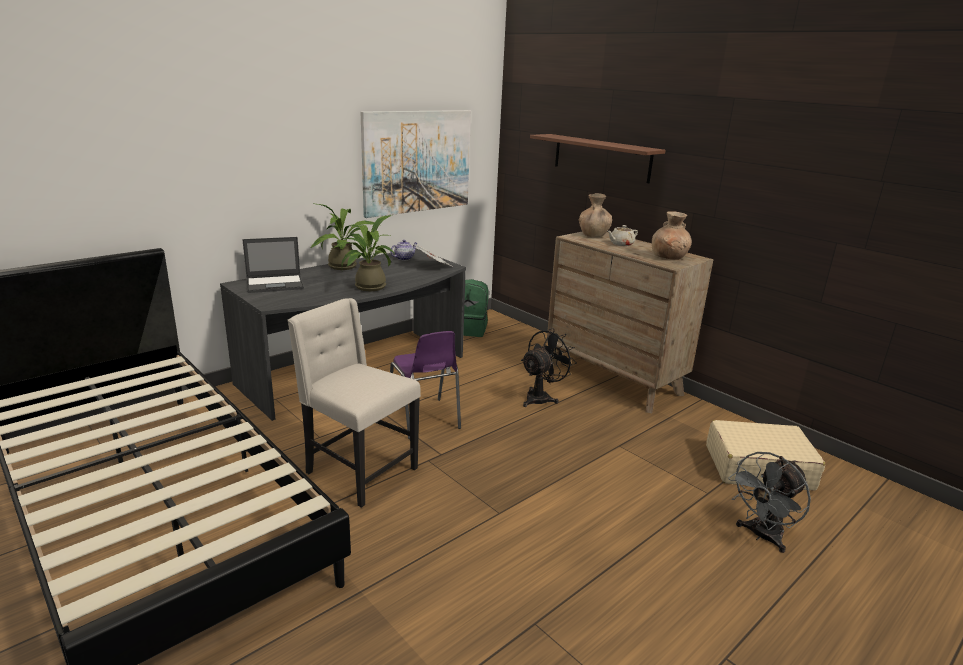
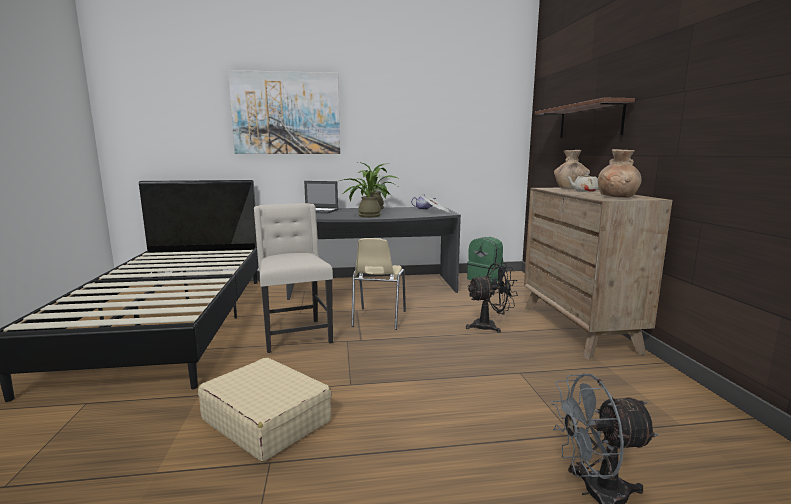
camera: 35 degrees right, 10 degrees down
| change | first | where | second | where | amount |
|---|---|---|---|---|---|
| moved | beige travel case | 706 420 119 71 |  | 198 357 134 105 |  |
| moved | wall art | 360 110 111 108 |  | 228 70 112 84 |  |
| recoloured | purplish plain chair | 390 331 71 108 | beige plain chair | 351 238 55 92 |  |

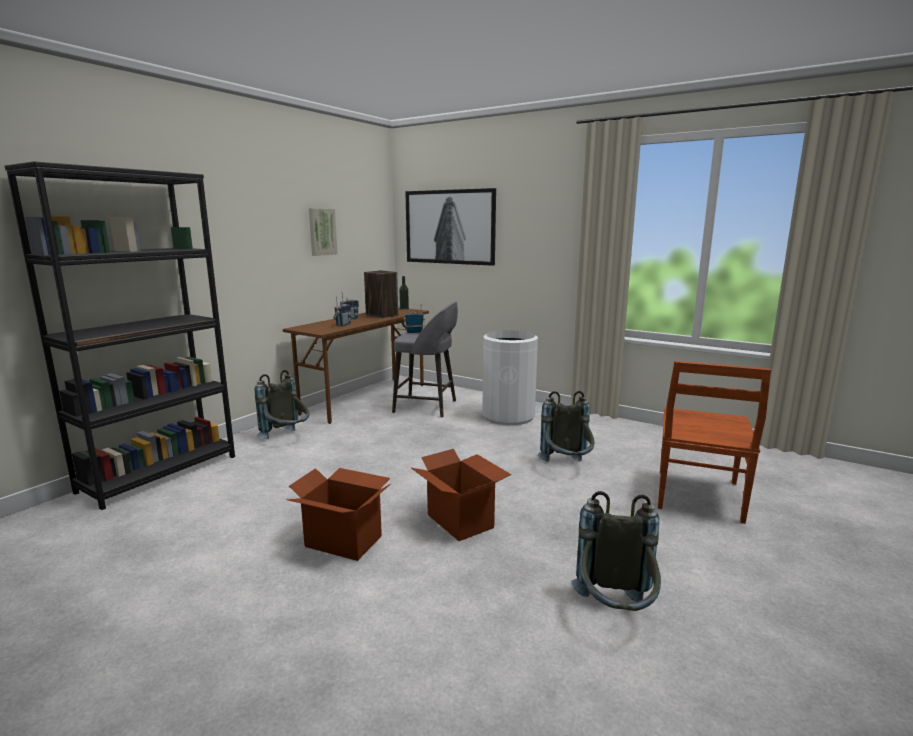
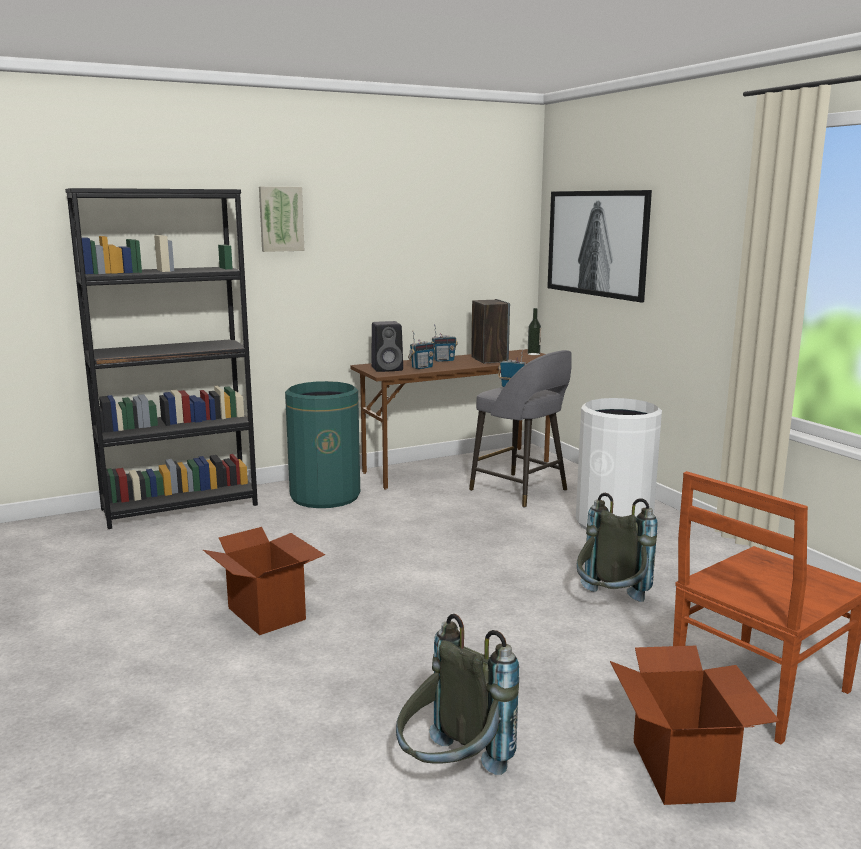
camera: 30 degrees right, 0 degrees up
| change | first | where | second | where | amount |
|---|---|---|---|---|---|
| moved | wall art | 309 208 28 48 |  | 259 187 45 65 |  |
| replaced | gray backpack | 254 370 56 69 | green waste bin | 285 381 75 127 |  |
| added |  |  | black speaker | 371 321 32 51 |  |
| moved | packing box | 411 449 101 92 |  | 610 646 170 159 |  |

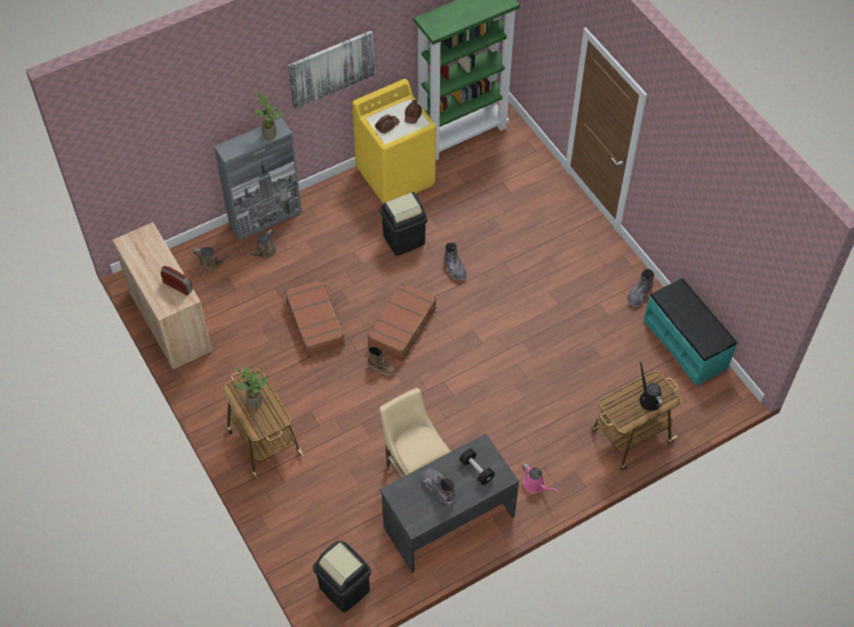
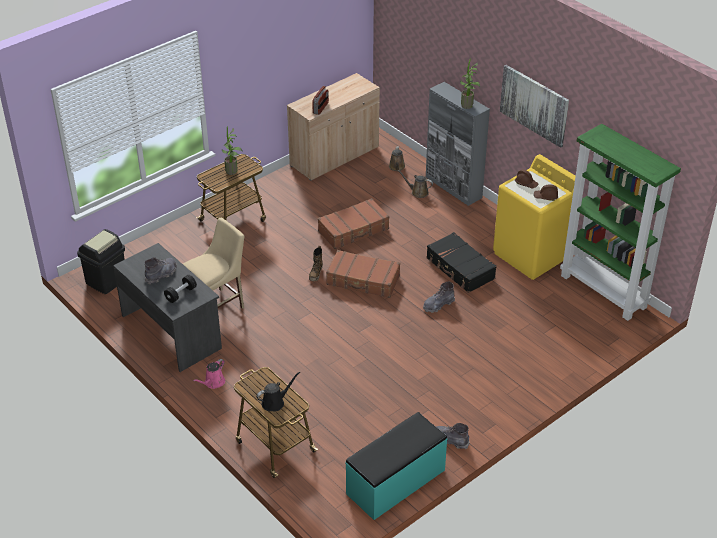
camera: 80 degrees right, 15 degrees down
| change | first | where | second | where | amount |
|---|---|---|---|---|---|
| replaced | black waste bin | 380 192 48 64 | black travel case | 427 232 70 61 |  |

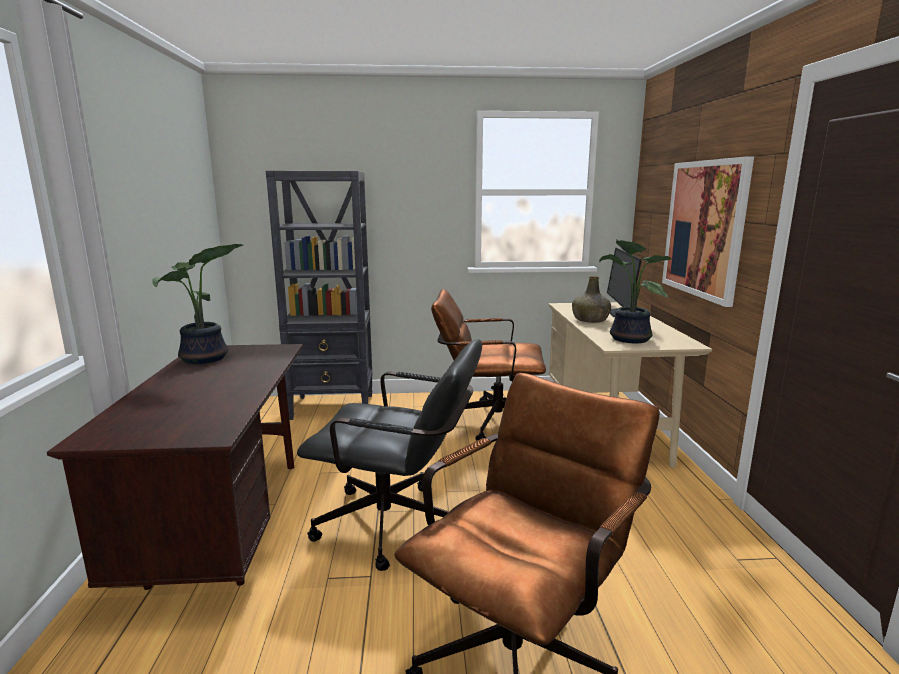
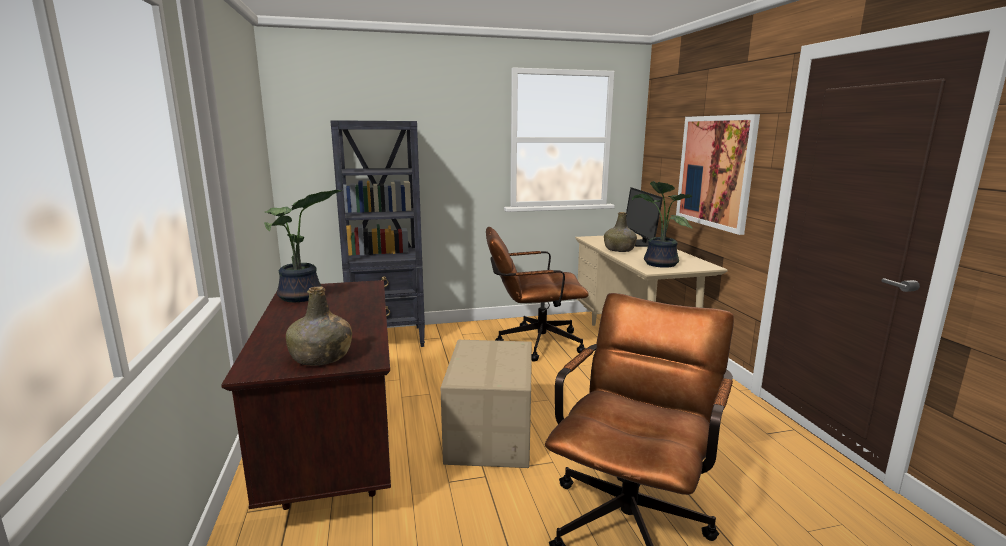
camera: 10 degrees left, 0 degrees up
| change | first | where | second | where | amount |
|---|---|---|---|---|---|
| added |  |  | green bottle | 286 287 66 79 |  |
| replaced | black computer chair | 297 339 185 232 | packing box | 441 340 91 128 |  |

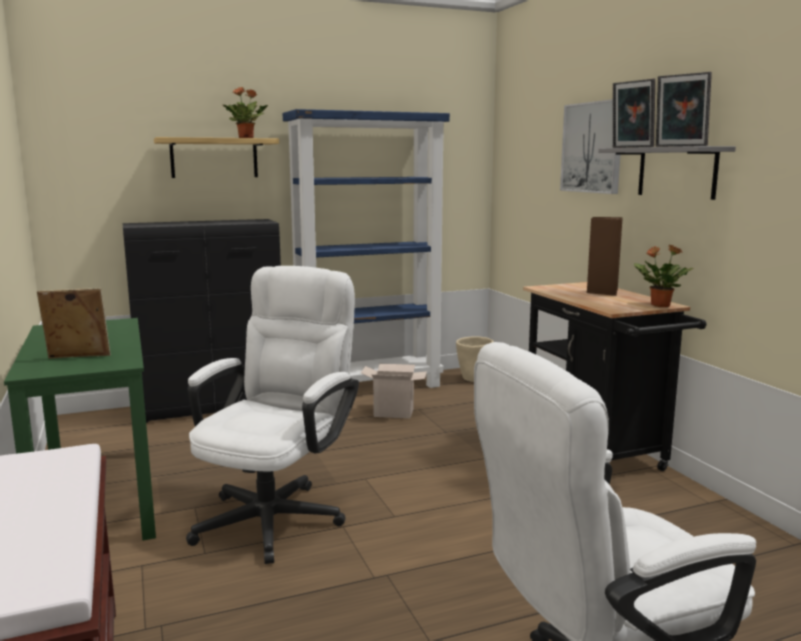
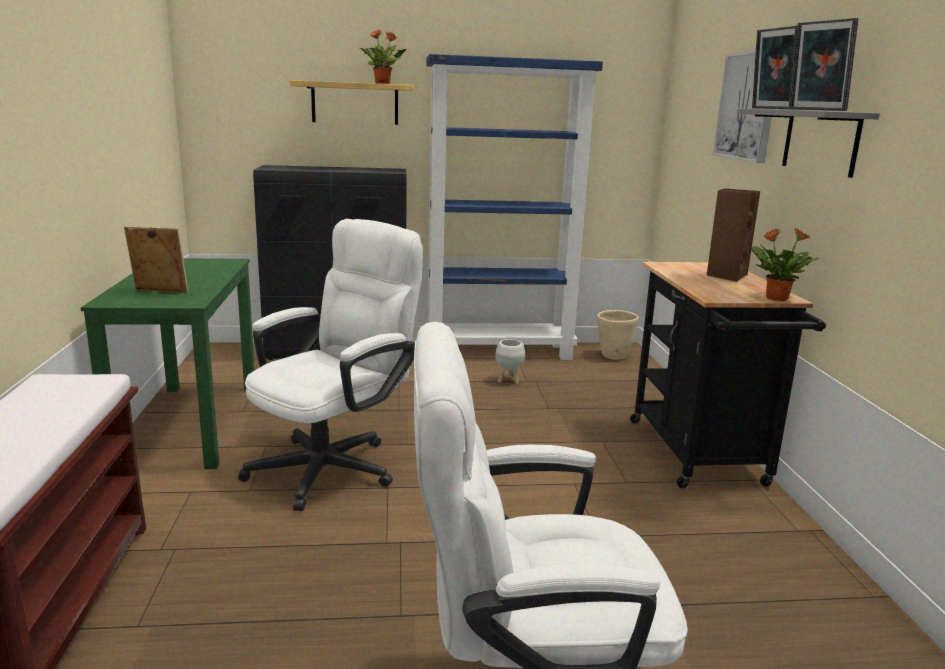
camera: 15 degrees right, 5 degrees up
| change | first | where | second | where | amount |
|---|---|---|---|---|---|
| replaced | packing box | 361 364 66 55 | white plant pot | 495 339 30 45 |  |

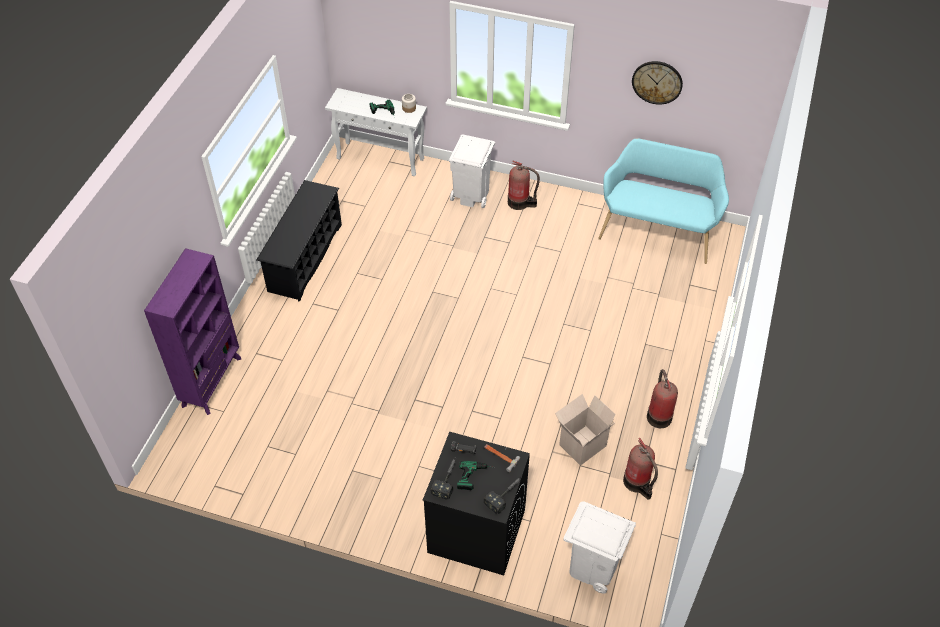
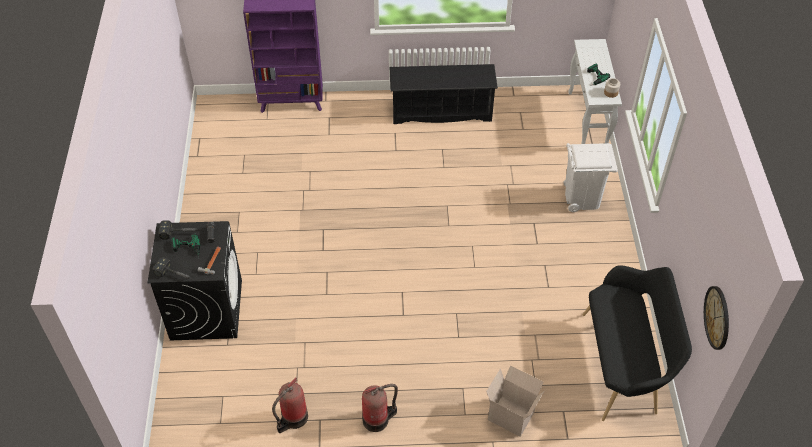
camera: 70 degrees right, 0 degrees up
| change | first | where | second | where | amount |
|---|---|---|---|---|---|
| moved | packing box | 555 394 61 72 |  | 486 365 58 72 |  |
| recoloured | turquoise-coloured long seat | 598 139 131 125 | black long seat | 582 265 110 156 |  |
| moved | hanging clock | 632 61 51 44 |  | 704 286 25 64 |  |
| removed | extinguisher | 508 161 32 49 |  |  |  |
| removed | white waste bin | 563 501 73 93 |  |  |  |

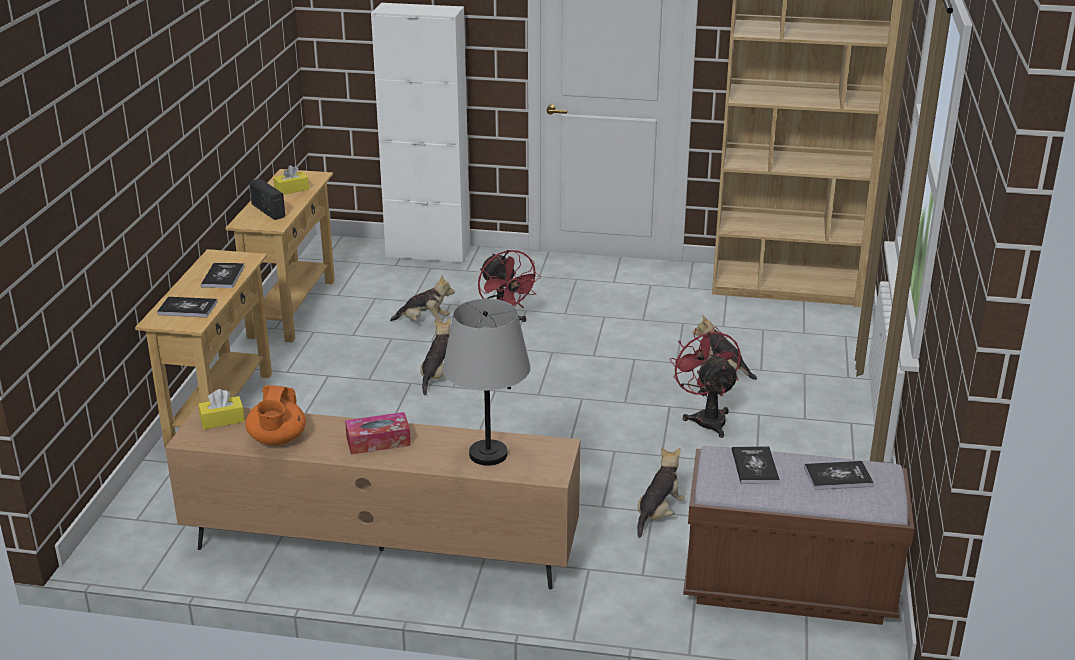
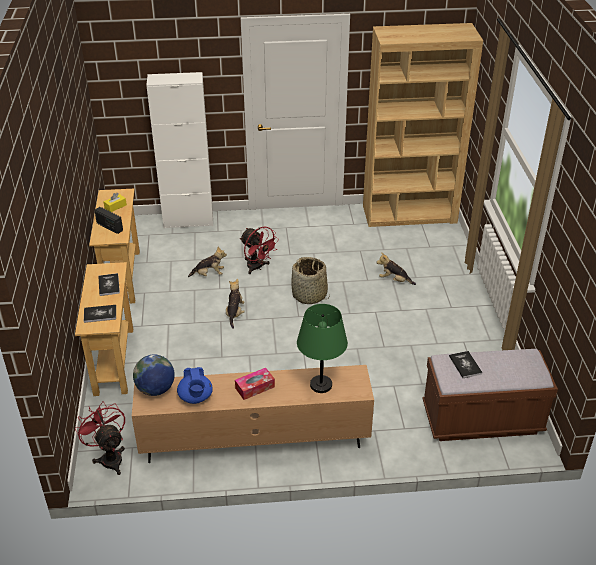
camera: 15 degrees left, 10 degrees up
| change | first | where | second | where | amount |
|---|---|---|---|---|---|
| moved | red cooling fan | 670 326 71 112 |  | 75 401 50 74 |  |
| replaced | yellow-coloured tissue box | 198 389 47 40 | globe | 133 355 42 41 |  |
| recoloured | orangey pot for tea | 245 385 61 60 | blue-coloured pot for tea | 177 367 36 37 |  |
| added |  |  | basket | 291 257 39 47 |  |
| recoloured | gray table lamp | 443 299 88 167 | green table lamp | 297 304 51 89 |  |
| removed | plush toy | 637 447 48 91 |  |  |  |
| removed | volume | 804 461 70 29 |  |  |  |

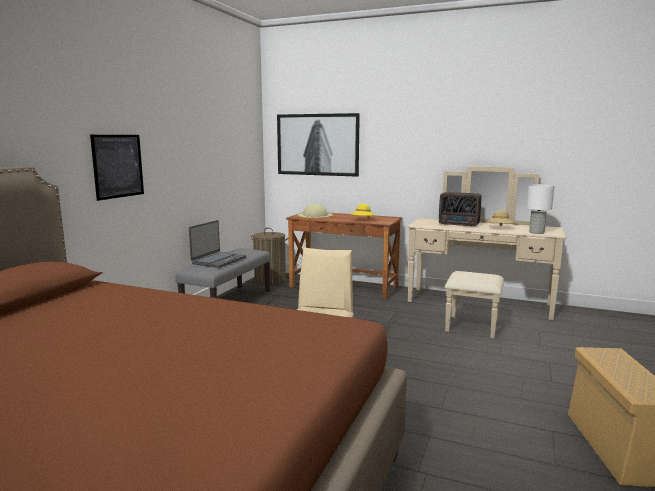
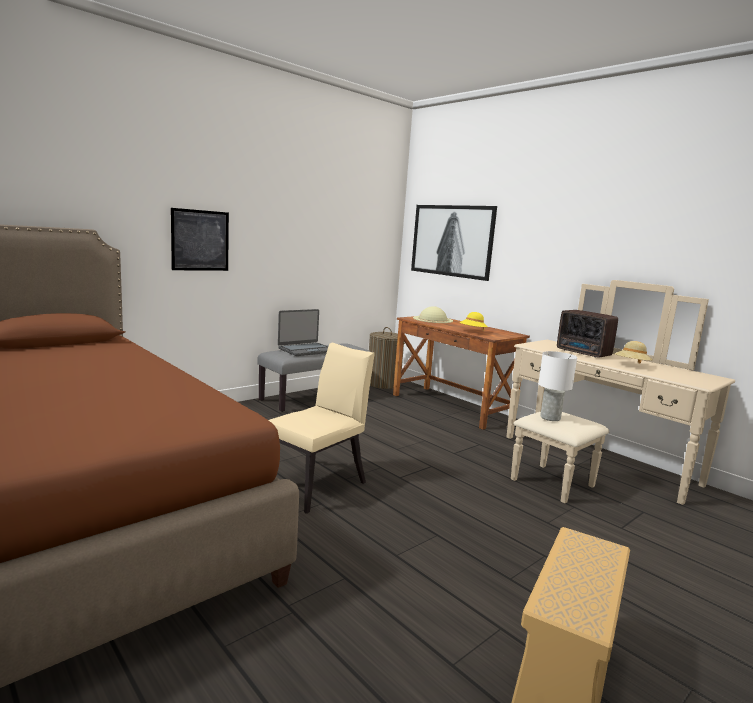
camera: 25 degrees right, 0 degrees up
| change | first | where | second | where | amount |
|---|---|---|---|---|---|
| moved | white table lamp | 527 184 27 50 |  | 538 351 39 70 |  |

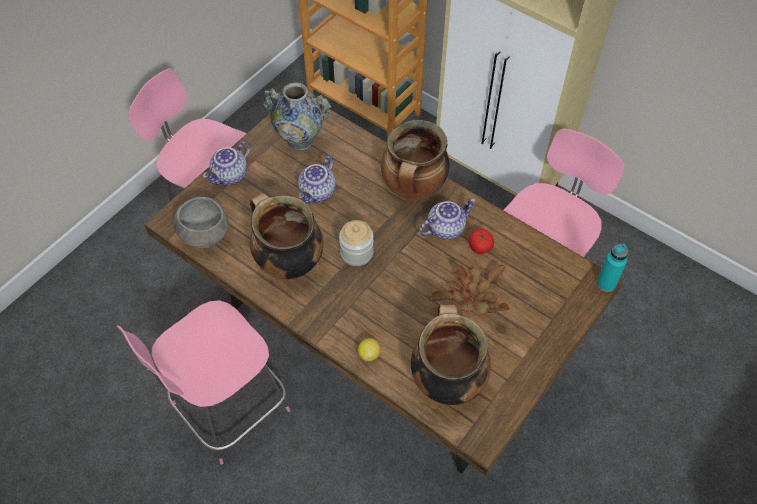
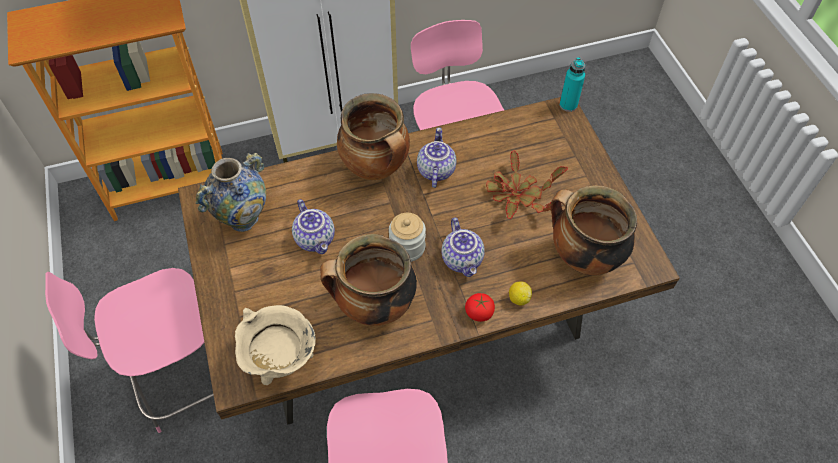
camera: 55 degrees left, 0 degrees up
| change | first | where | second | where | amount |
|---|---|---|---|---|---|
| replaced | gray deep dish | 174 197 54 52 | beige stockpot | 235 305 81 80 |  |
| moved | pot for tea | 203 141 48 44 |  | 442 217 43 60 |  |
| moved | fresh tomato | 469 229 25 25 |  | 465 293 30 29 |  |

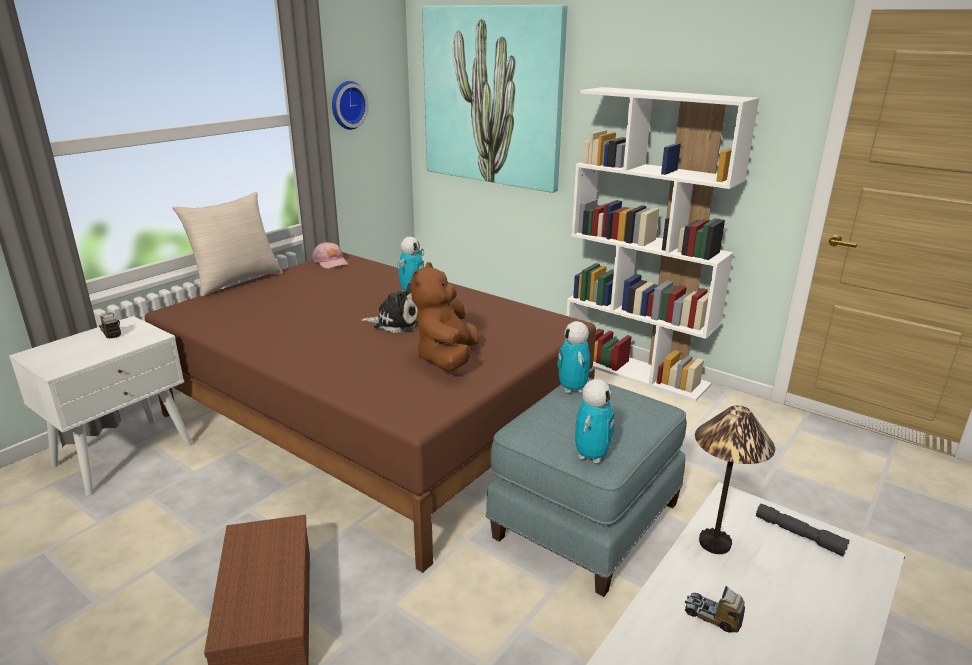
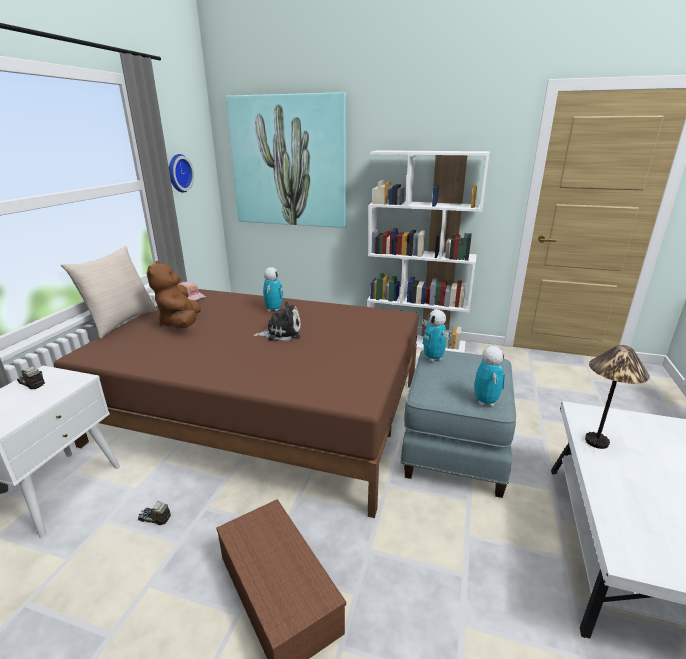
camera: 20 degrees left, 0 degrees up
| change | first | where | second | where | amount |
|---|---|---|---|---|---|
| moved | model truck | 685 586 60 46 |  | 138 500 33 25 |  |
| moved | brown plush toy | 410 262 70 108 |  | 147 261 54 67 |  |
| removed | gray torch | 756 503 94 54 |  |  |  |

